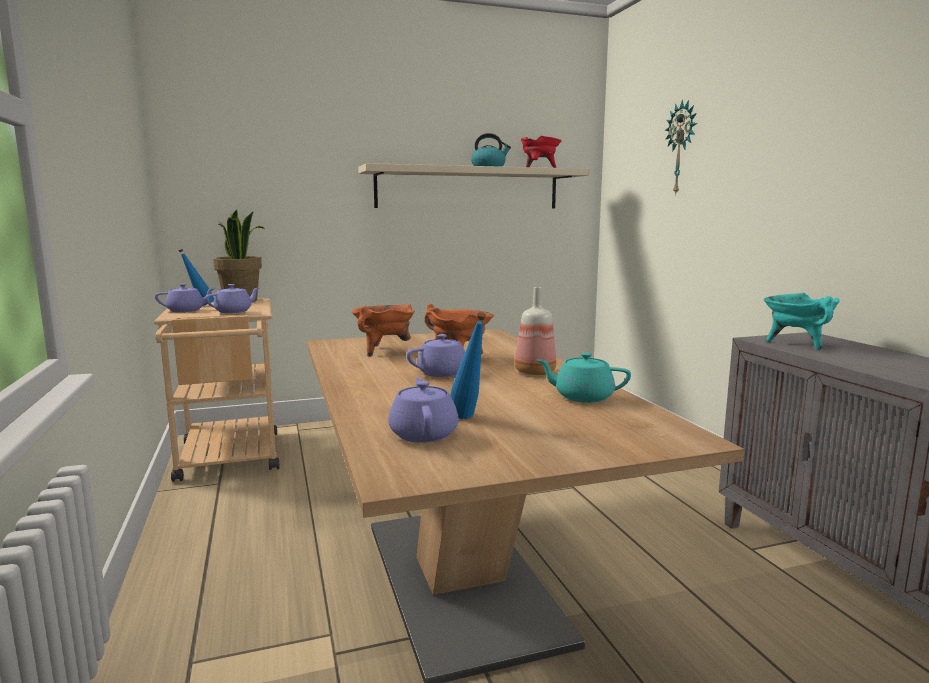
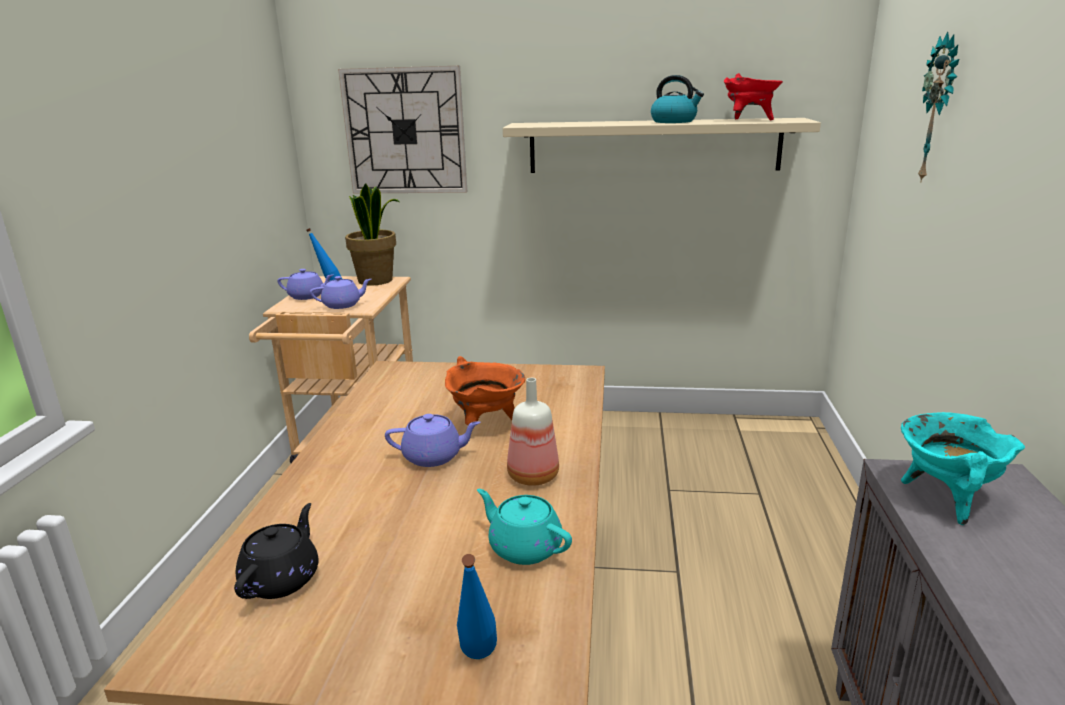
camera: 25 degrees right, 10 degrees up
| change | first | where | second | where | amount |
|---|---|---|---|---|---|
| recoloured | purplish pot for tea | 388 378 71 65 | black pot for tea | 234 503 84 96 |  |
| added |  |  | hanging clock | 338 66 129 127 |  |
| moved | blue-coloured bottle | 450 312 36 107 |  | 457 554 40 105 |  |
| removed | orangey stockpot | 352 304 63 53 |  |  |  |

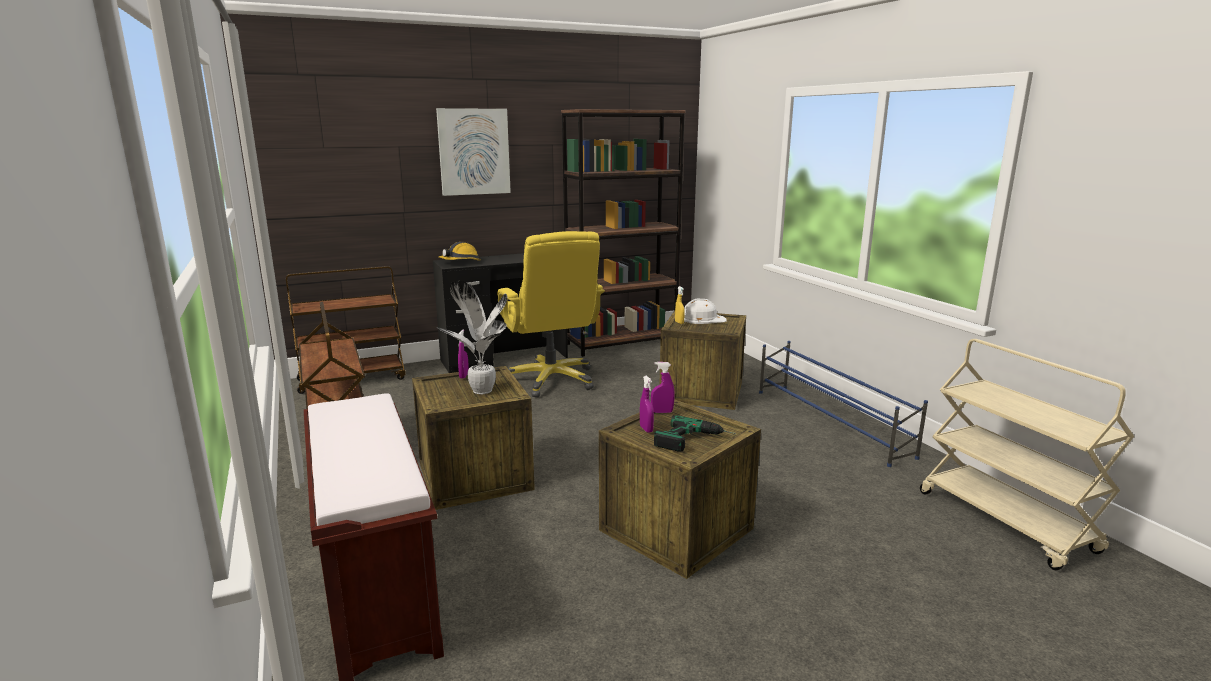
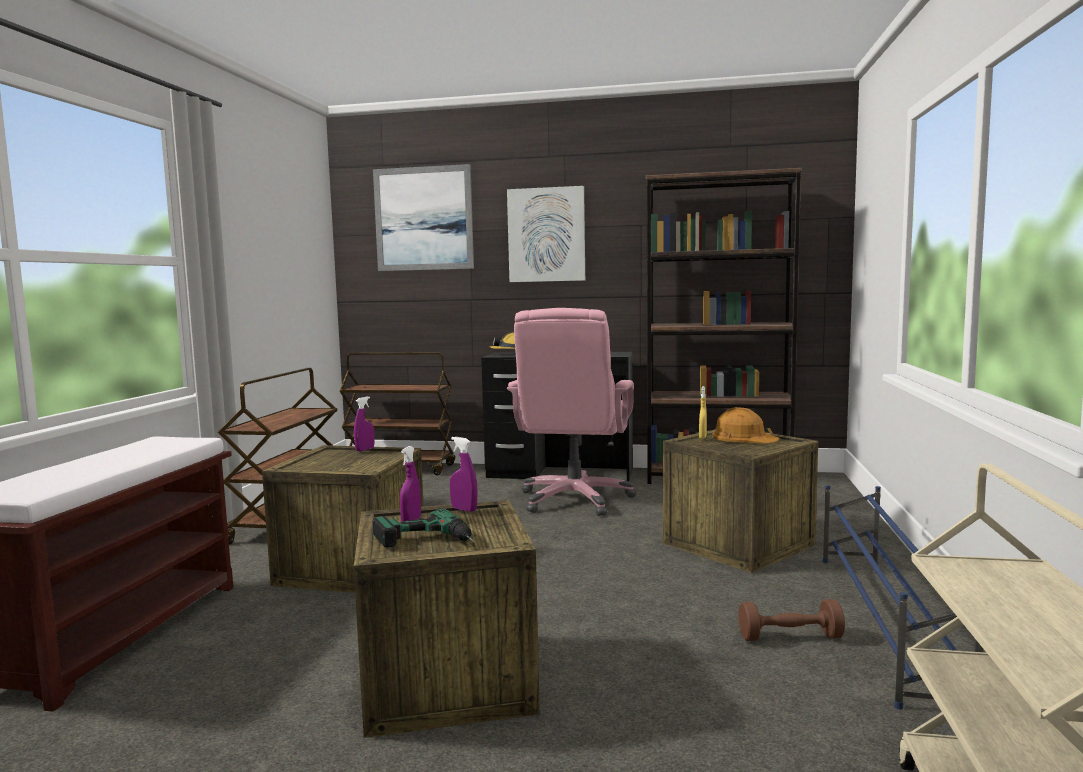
camera: 35 degrees right, 10 degrees down
| change | first | where | second | where | amount |
|---|---|---|---|---|---|
| added |  |  | wall art | 373 164 101 107 |  |
| recoloured | yellow-coloured computer chair | 497 231 108 166 | pink-coloured computer chair | 507 308 129 208 |  |
| recoloured | white safety helmet | 684 299 43 25 | orangey safety helmet | 712 407 68 37 |  |
| added |  |  | brown hand weight | 738 599 107 42 |  |
| removed | plant in a pot | 436 281 71 113 |  |  |  |

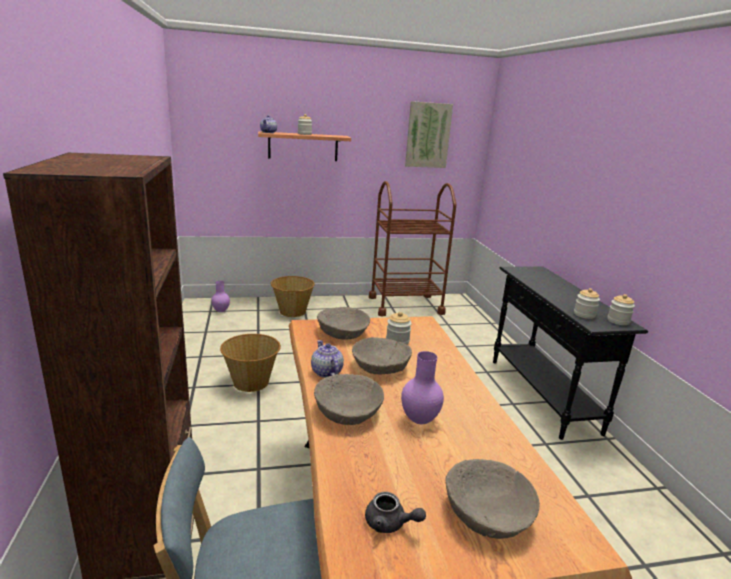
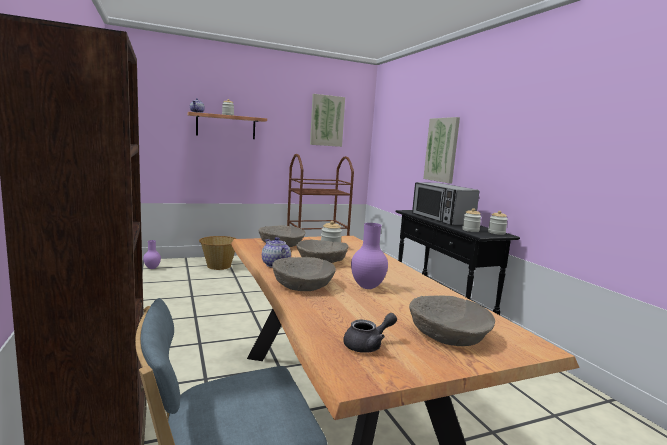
camera: 10 degrees left, 10 degrees down
| change | first | where | second | where | amount |
|---|---|---|---|---|---|
| turned | gray pot for tea | 365 492 61 41 |  | 343 313 54 40 | 45 degrees counterclockwise |
| added |  |  | microwave oven | 412 182 68 44 |  |
| added |  |  | wall art | 423 117 37 66 |  |
| removed | basket | 220 334 61 58 |  |  |  |

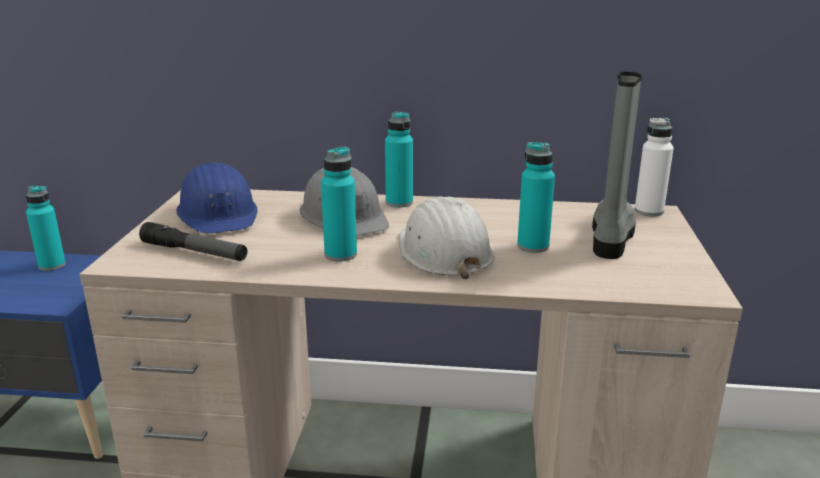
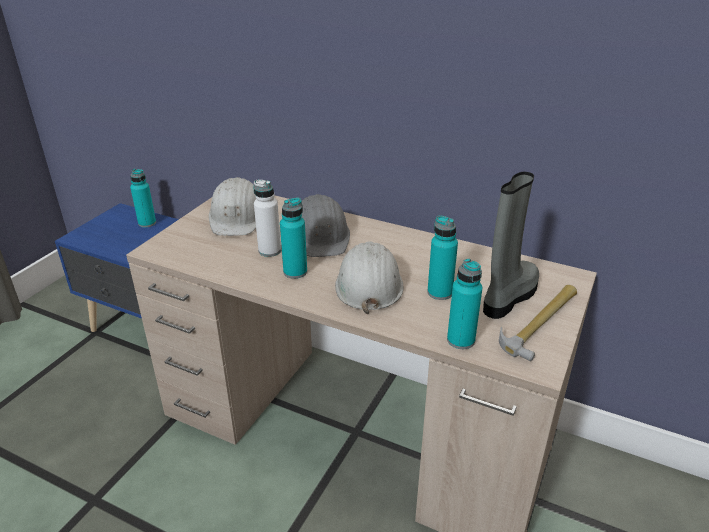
camera: 20 degrees right, 10 degrees up
| change | first | where | second | where | amount |
|---|---|---|---|---|---|
| recoloured | blue-coloured safety helmet | 176 162 82 72 | white safety helmet | 209 177 47 59 |  |
| moved | white bottle | 634 118 40 98 |  | 254 180 27 77 |  |
| moved | turquoise-coloured bottle | 385 111 28 97 |  | 447 259 35 90 |  |
| added |  |  | tool hammer | 499 285 78 76 |  |
| removed | torch | 139 222 108 39 |  |  |  |

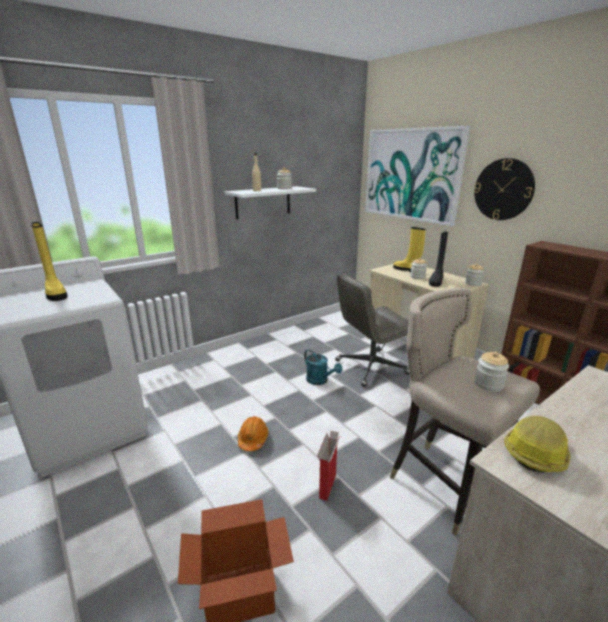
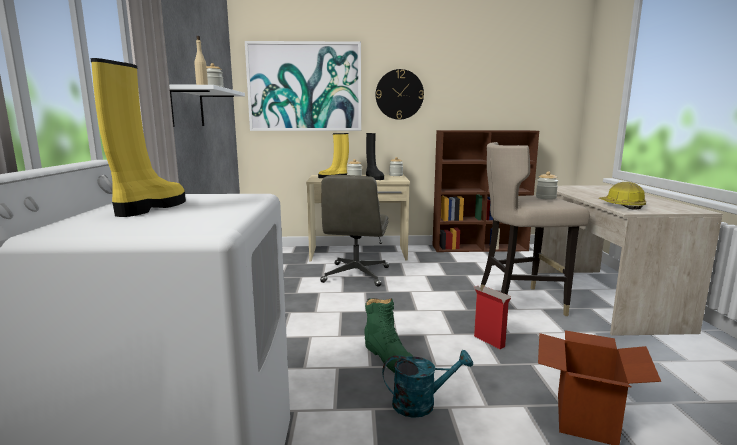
camera: 55 degrees left, 10 degrees down
| change | first | where | second | where | amount |
|---|---|---|---|---|---|
| turned | yellow-coloured boot | 31 222 36 79 |  | 91 58 95 159 | 75 degrees counterclockwise |
| replaced | orangey safety helmet | 238 416 31 35 | green boot | 365 298 48 75 |  |
| moved | turquoise-coloured watering can | 304 349 38 36 |  | 382 350 91 68 |  |

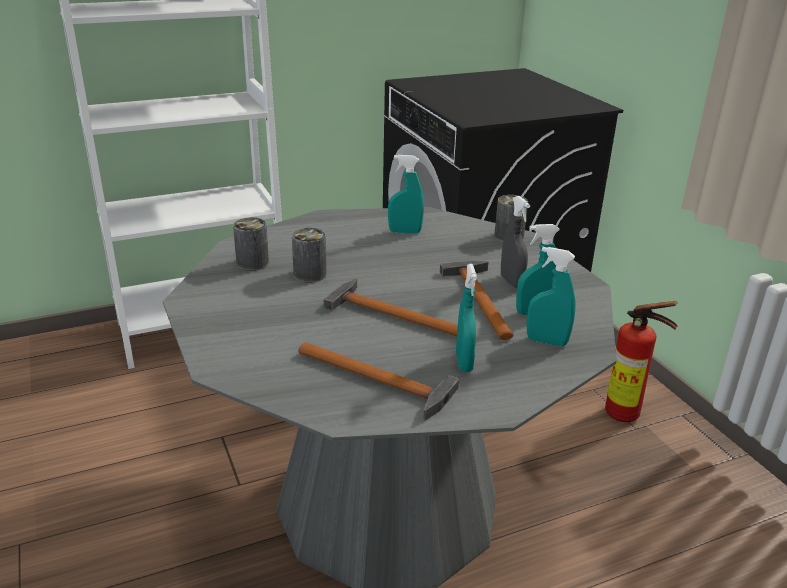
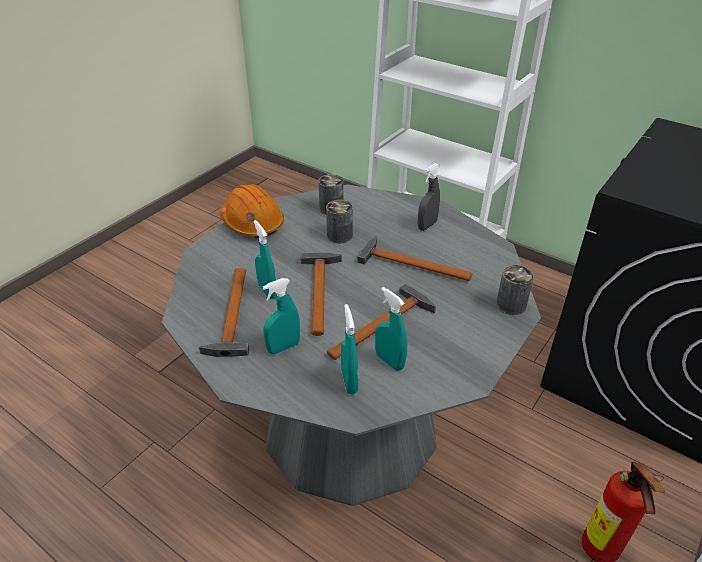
camera: 60 degrees right, 10 degrees up
| change | first | where | second | where | amount |
|---|---|---|---|---|---|
| added |  |  | orangey safety helmet | 219 184 65 54 |  |
| moved | turquoise-coloured hand sprayer | 388 155 36 78 |  | 254 220 23 79 |  |
| added |  |  | tool hammer | 357 235 115 46 |  |
| moved | gray hand sprayer | 501 196 29 92 |  | 418 163 22 68 |  |

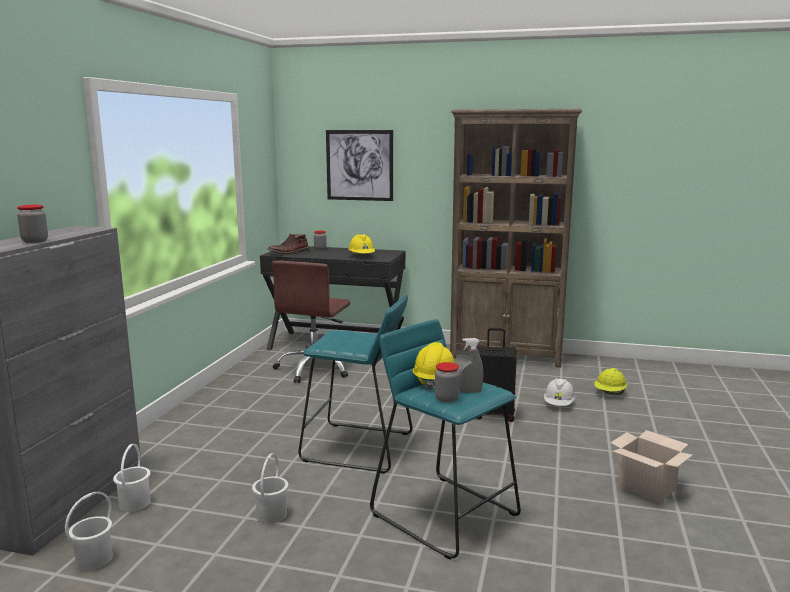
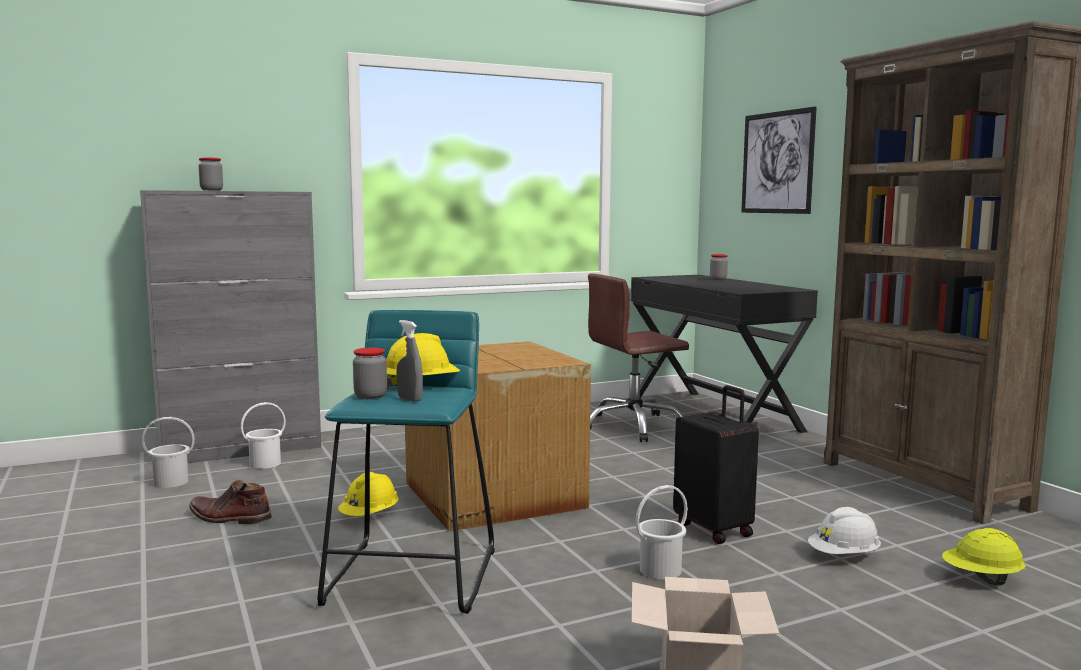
camera: 50 degrees right, 5 degrees down
| change | first | where | second | where | amount |
|---|---|---|---|---|---|
| moved | brown boot | 268 234 41 20 |  | 189 480 83 44 |  |
| moved | yellow-coloured safety helmet | 349 234 26 20 |  | 338 472 61 44 |  |
| replaced | turquoise-coloured stool | 298 295 114 179 | packing box | 405 341 186 190 |  |
| moved | white pail | 252 453 36 71 |  | 636 485 52 95 |  |

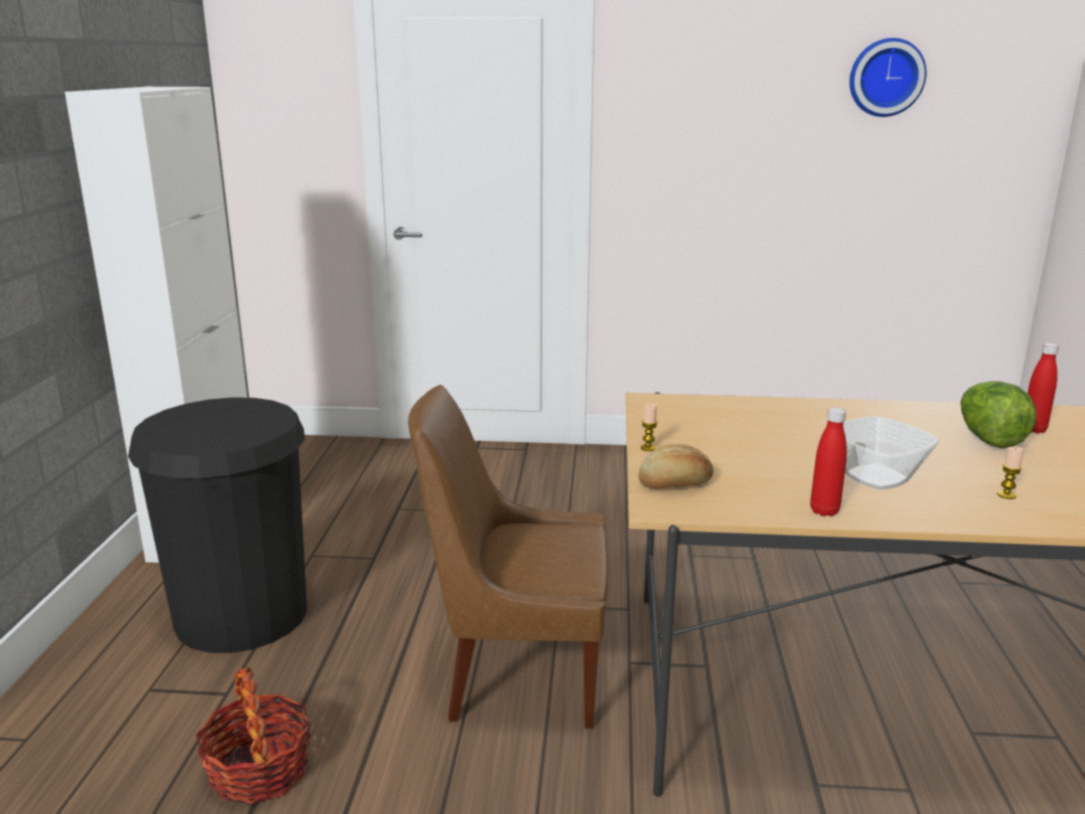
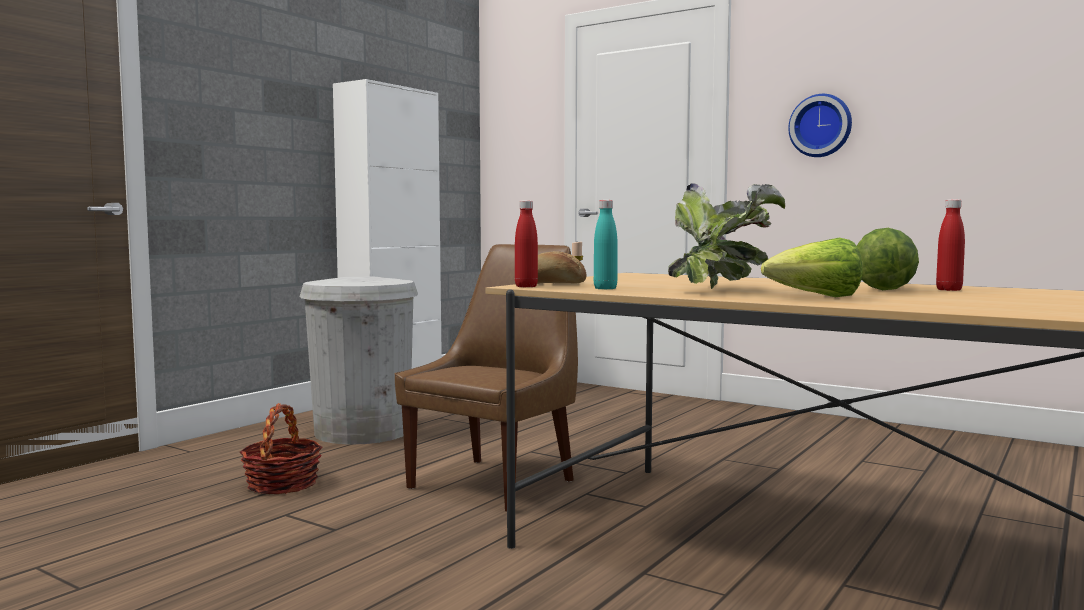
camera: 30 degrees right, 15 degrees down
| change | first | where | second | where | amount |
|---|---|---|---|---|---|
| recoloured | black waste bin | 128 397 179 256 | white waste bin | 299 276 119 169 |  |
| turned | brown plain chair | 408 385 201 344 |  | 395 244 183 267 | 90 degrees clockwise |
| moved | red bottle | 810 407 37 109 |  | 515 200 23 87 |  |
| added |  |  | turquoise-coloured bottle | 594 200 23 89 |  |
| replaced | deep dish | 843 416 95 74 | plant in a pot | 668 183 117 106 |  |
| replaced | wax candle | 997 446 27 53 | lettuce | 761 238 102 59 |  |
| moved | hanging clock | 850 38 77 79 |  | 788 94 64 63 |  |

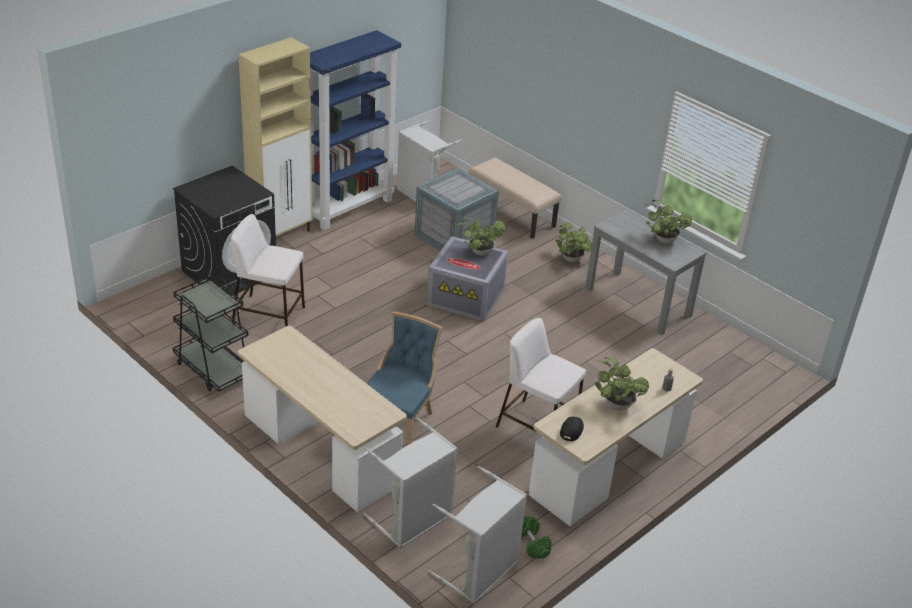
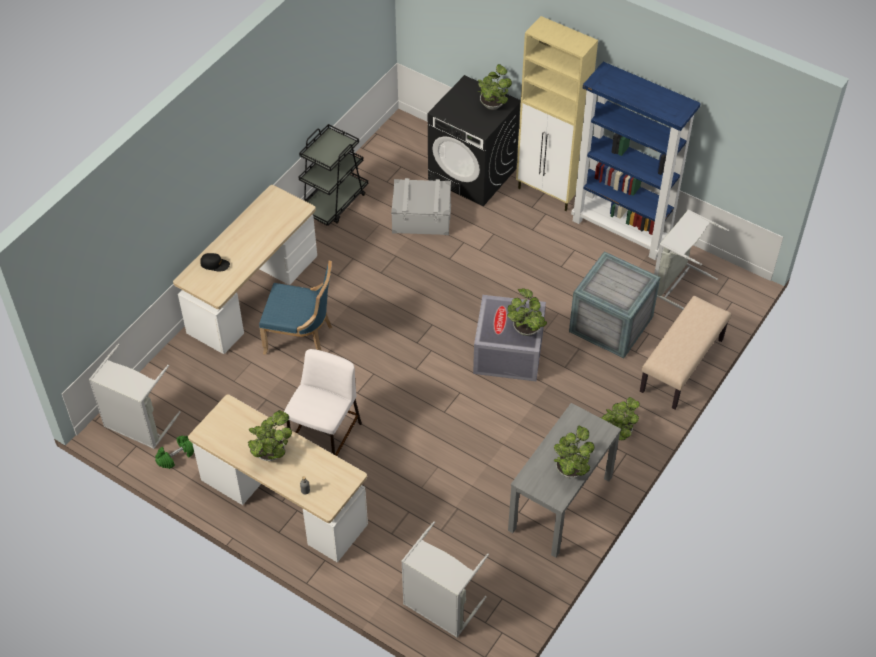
camera: 80 degrees right, 15 degrees up
| change | first | where | second | where | amount |
|---|---|---|---|---|---|
| moved | black cap | 560 417 24 24 |  | 200 253 30 19 |  |
| replaced | white stool | 231 214 74 113 | gray storage container | 391 178 60 57 |  |
| moved | gray hamper | 364 418 94 130 |  | 401 521 88 117 |  |
| added |  |  | plant in a pot | 478 64 34 46 |  |

